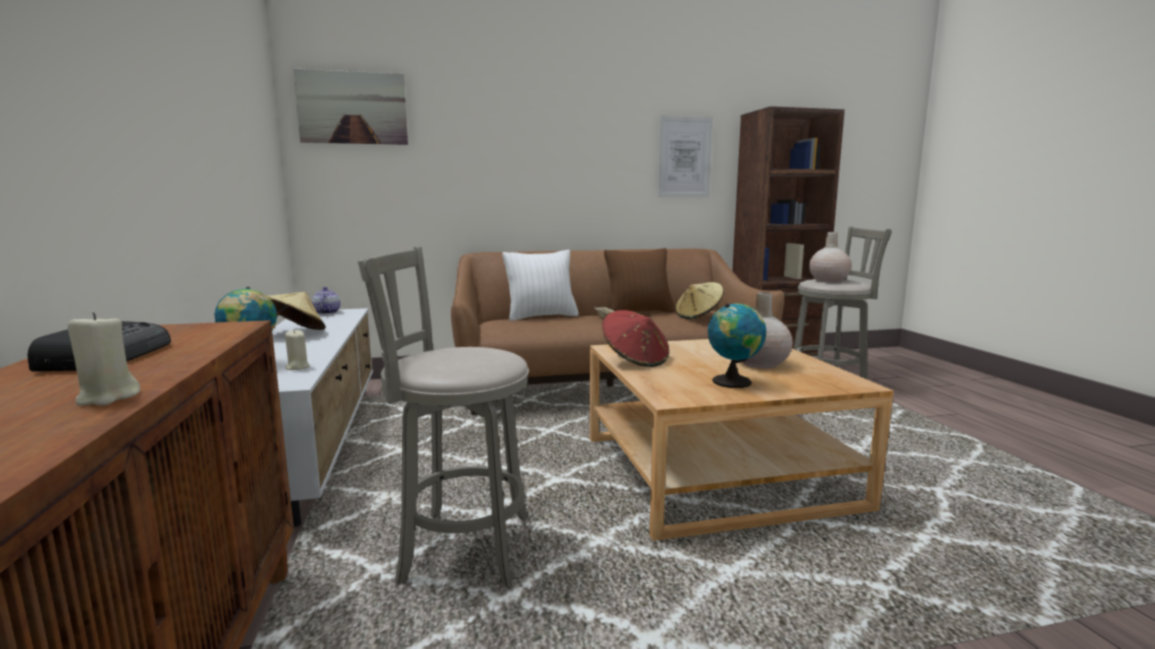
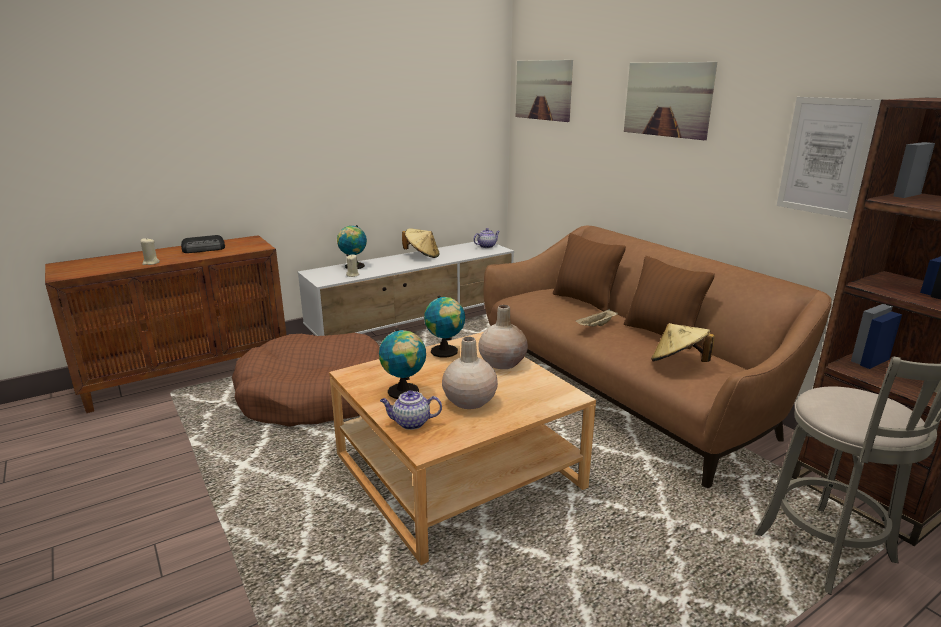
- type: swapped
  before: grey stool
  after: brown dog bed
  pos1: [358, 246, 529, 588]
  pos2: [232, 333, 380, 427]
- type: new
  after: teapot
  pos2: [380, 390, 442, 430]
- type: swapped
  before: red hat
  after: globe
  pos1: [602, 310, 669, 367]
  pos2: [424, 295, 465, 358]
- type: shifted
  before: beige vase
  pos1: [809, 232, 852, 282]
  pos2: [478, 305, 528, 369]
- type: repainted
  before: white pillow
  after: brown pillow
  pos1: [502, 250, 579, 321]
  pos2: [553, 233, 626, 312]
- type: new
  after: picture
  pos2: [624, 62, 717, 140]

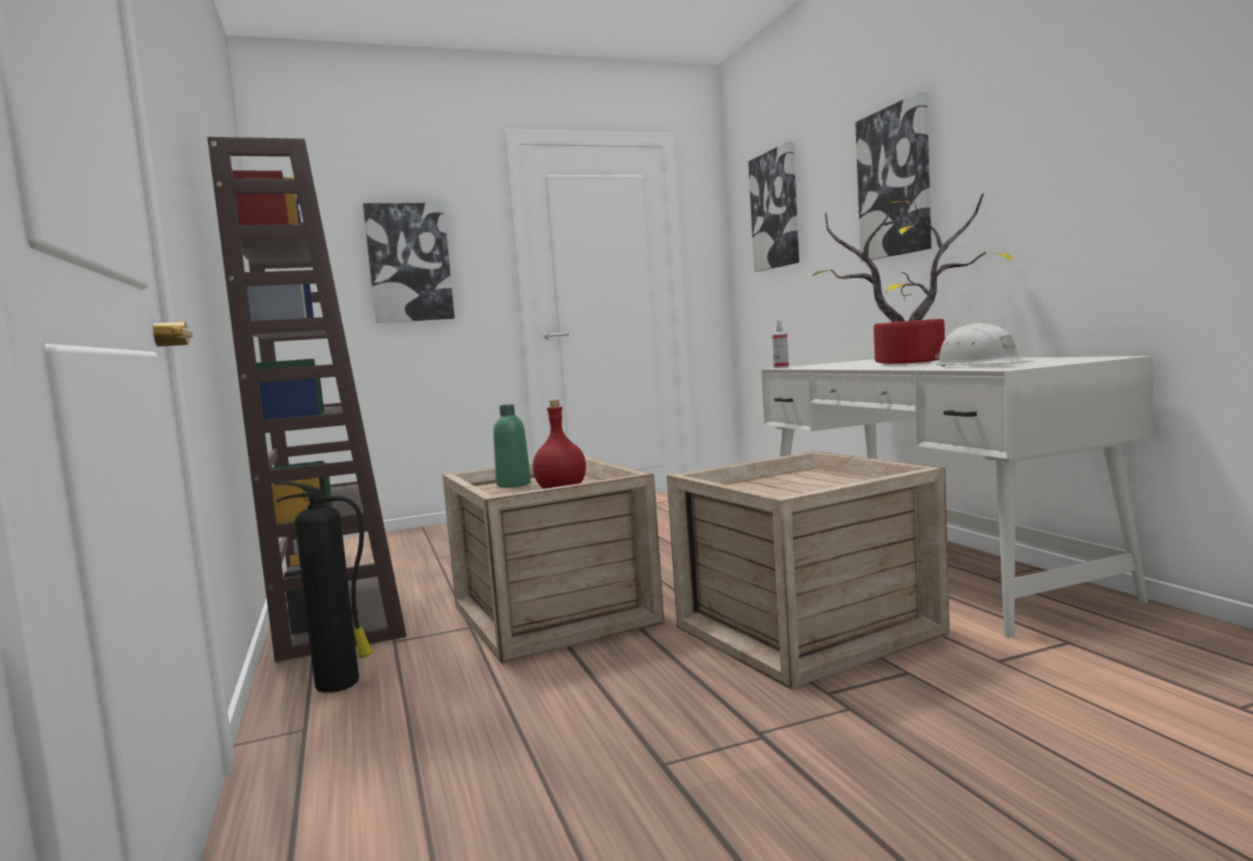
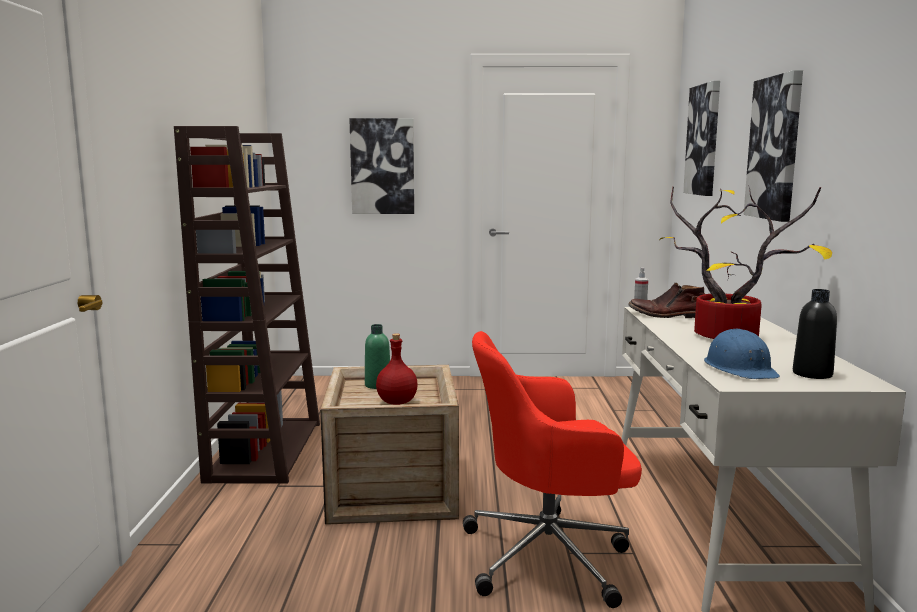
- type: swapped
  before: crate
  after: red office chair
  pos1: [667, 451, 950, 689]
  pos2: [463, 331, 642, 608]
- type: new
  after: brown boot
  pos2: [629, 283, 705, 318]
- type: repainted
  before: white hard hat
  after: blue hard hat
  pos1: [935, 323, 1034, 366]
  pos2: [704, 329, 780, 379]
- type: new
  after: black bottle
  pos2: [793, 289, 837, 379]
- type: gone
  before: fire extinguisher
  pos1: [274, 481, 373, 693]

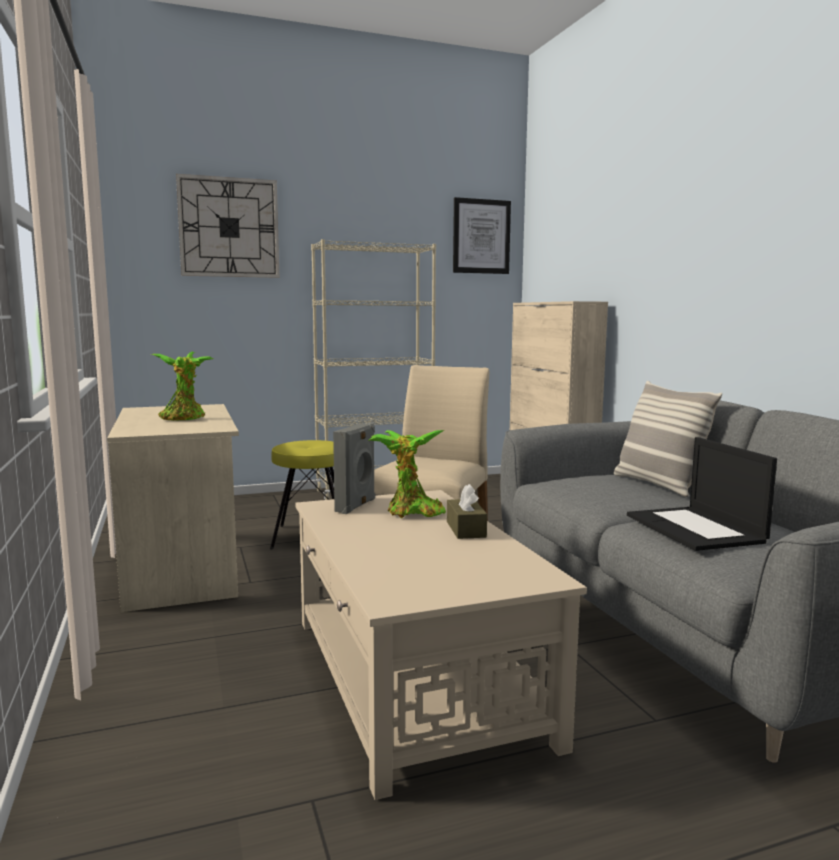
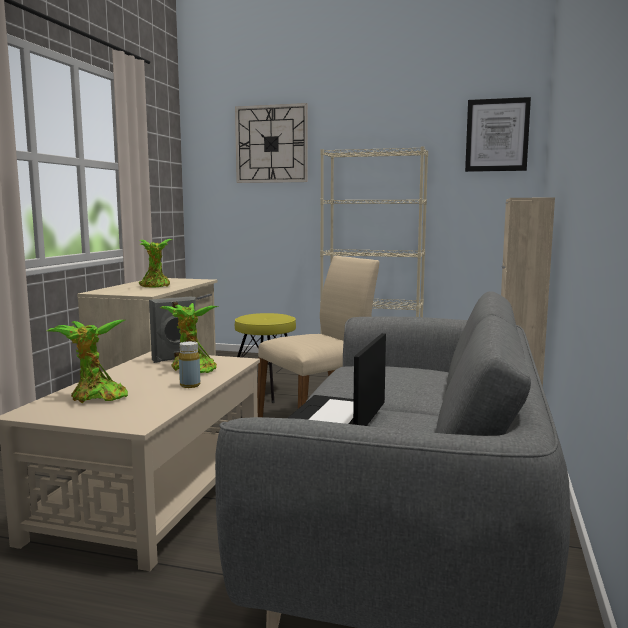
- type: new
  after: potted plant
  pos2: [47, 320, 128, 404]
- type: swapped
  before: brown tissue box
  after: yellow bottle
  pos1: [447, 484, 487, 539]
  pos2: [179, 341, 200, 388]
- type: gone
  before: pillow
  pos1: [614, 381, 722, 497]

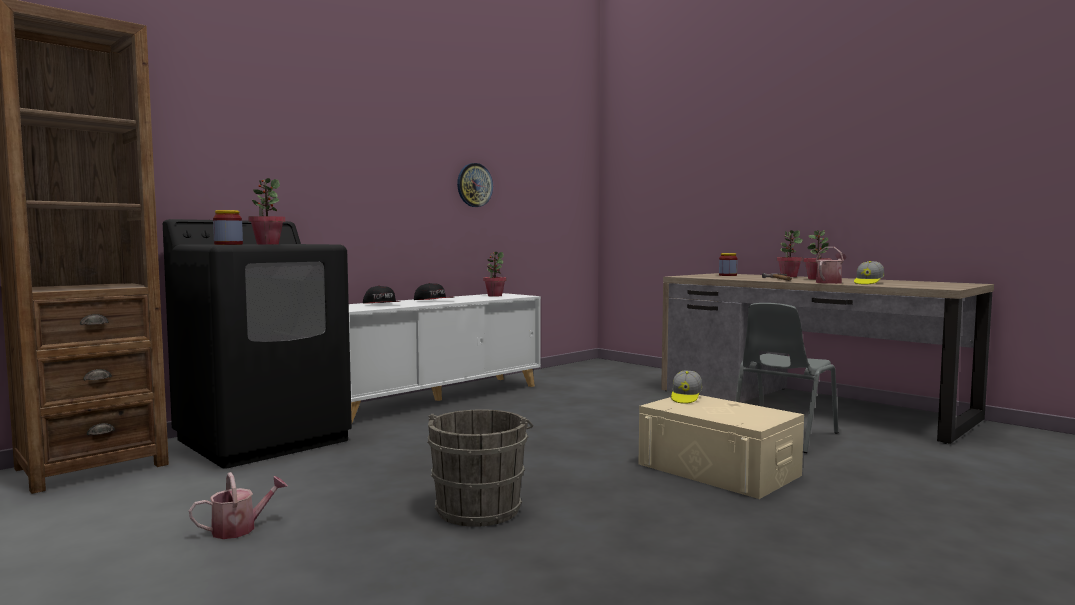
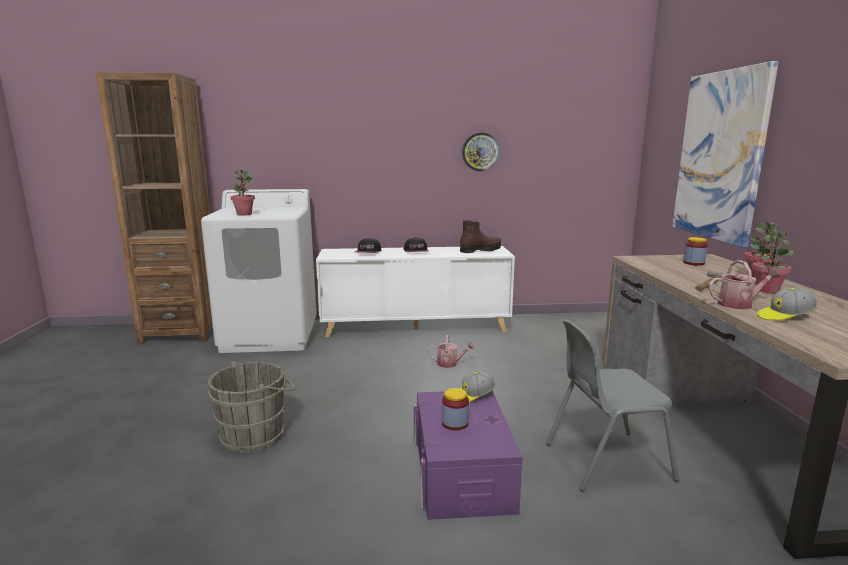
- type: repainted
  before: black washing machine
  after: white washing machine
  pos1: [163, 219, 352, 469]
  pos2: [201, 189, 317, 353]
- type: repainted
  before: beige storage box
  after: purple storage box
  pos1: [639, 395, 804, 499]
  pos2: [414, 390, 523, 520]
- type: shifted
  before: watering can
  pos1: [189, 472, 288, 539]
  pos2: [428, 335, 475, 368]
- type: shifted
  before: jar
  pos1: [213, 210, 243, 245]
  pos2: [442, 388, 469, 430]
- type: swapped
  before: potted plant
  after: brown boot
  pos1: [483, 252, 506, 297]
  pos2: [460, 220, 501, 253]
- type: new
  after: picture
  pos2: [673, 61, 779, 247]

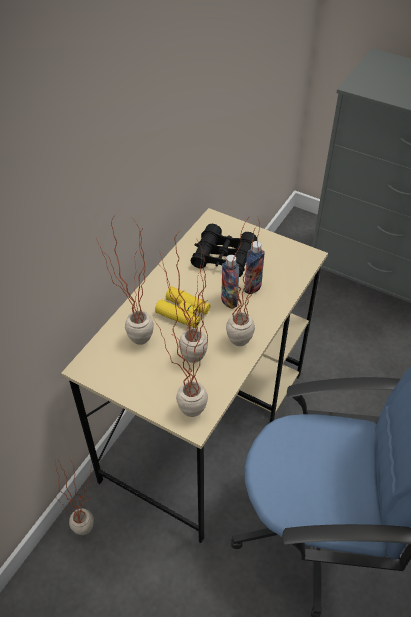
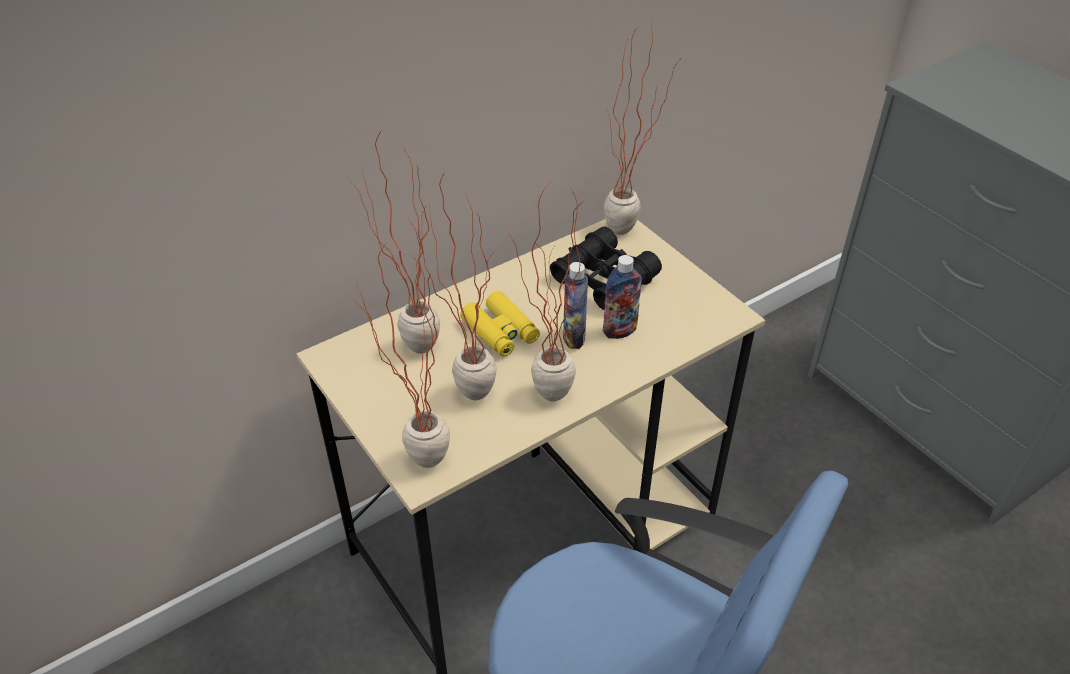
- type: shifted
  before: potted plant
  pos1: [55, 457, 94, 535]
  pos2: [604, 22, 682, 235]

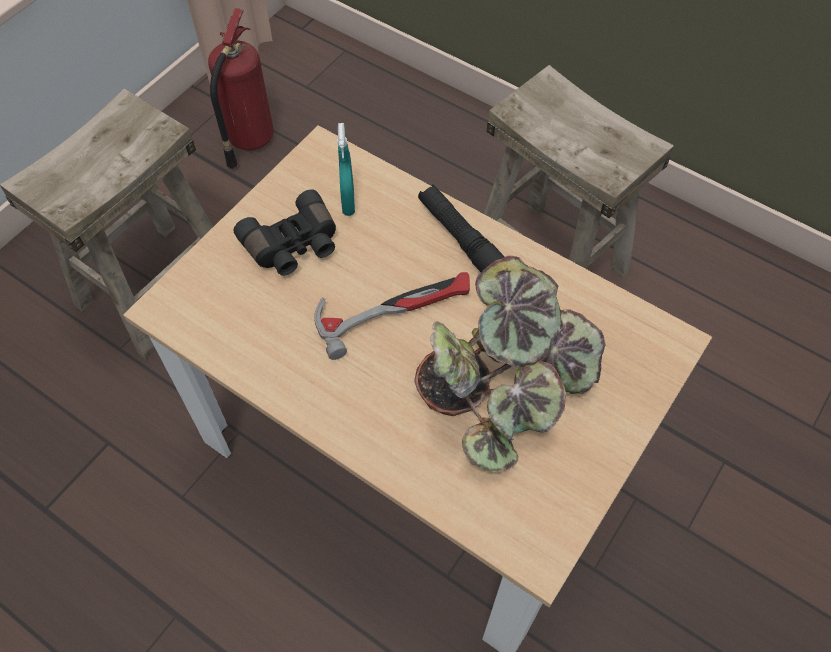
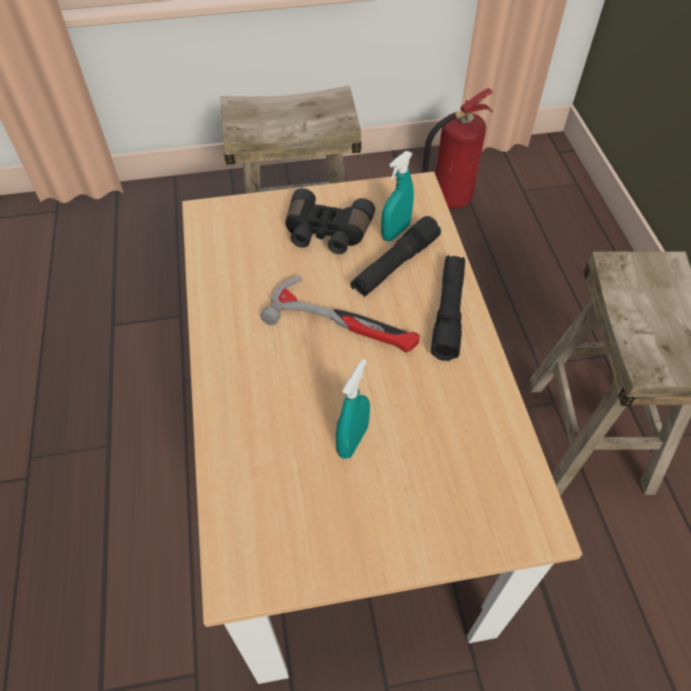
- type: swapped
  before: potted plant
  after: turquoise spray bottle
  pos1: [414, 256, 606, 473]
  pos2: [336, 359, 370, 459]
- type: new
  after: black flashlight
  pos2: [351, 216, 441, 297]

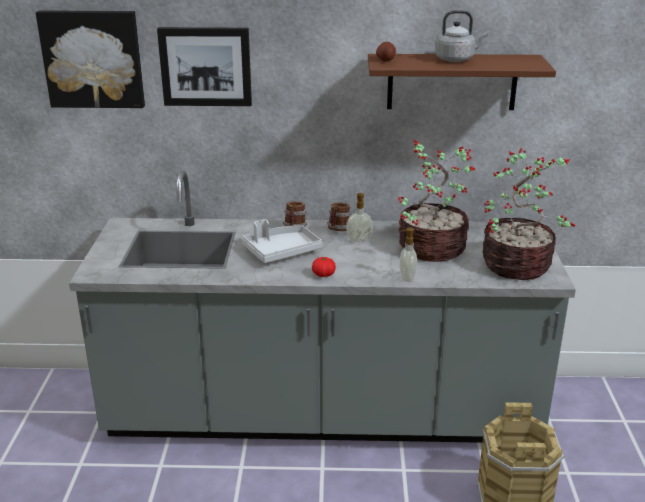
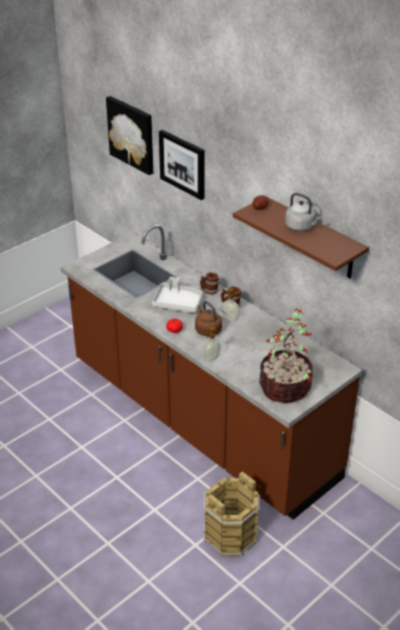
- type: repainted
  before: grey counter
  after: brown counter
  pos1: [69, 171, 576, 443]
  pos2: [61, 225, 363, 520]
- type: new
  after: brown kettle
  pos2: [195, 301, 222, 336]
- type: gone
  before: potted plant
  pos1: [398, 139, 475, 262]

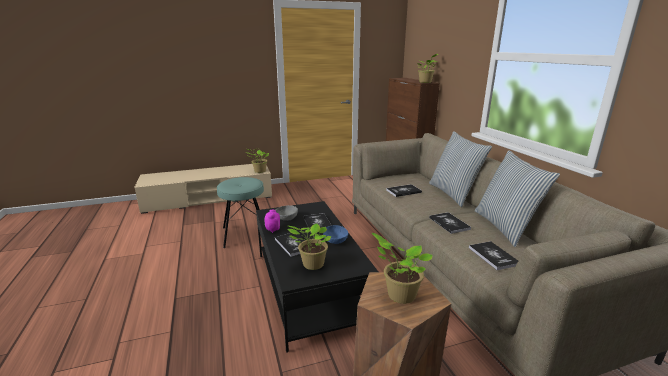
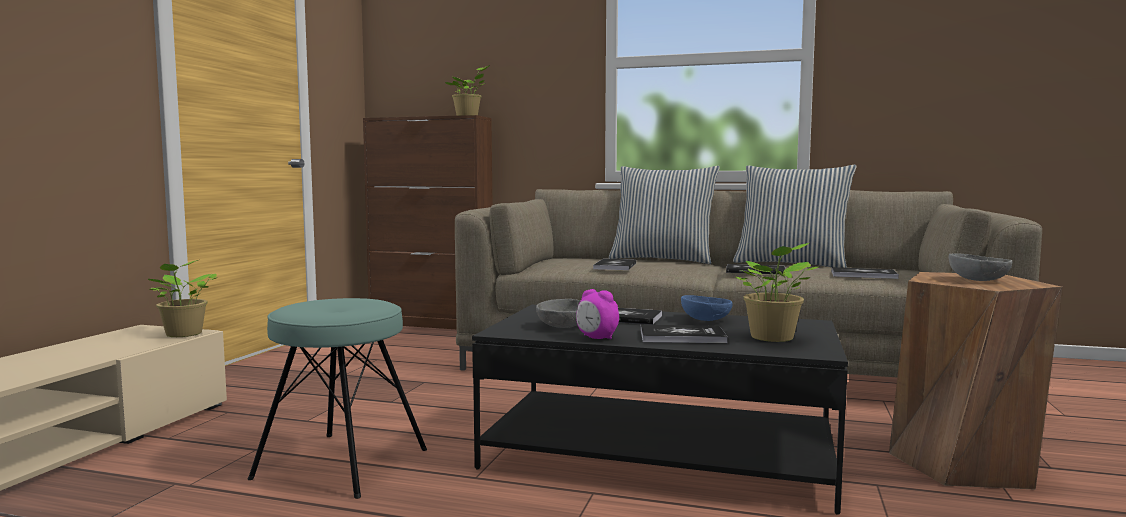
- type: swapped
  before: potted plant
  after: grey bowl
  pos1: [372, 233, 433, 304]
  pos2: [949, 253, 1012, 281]

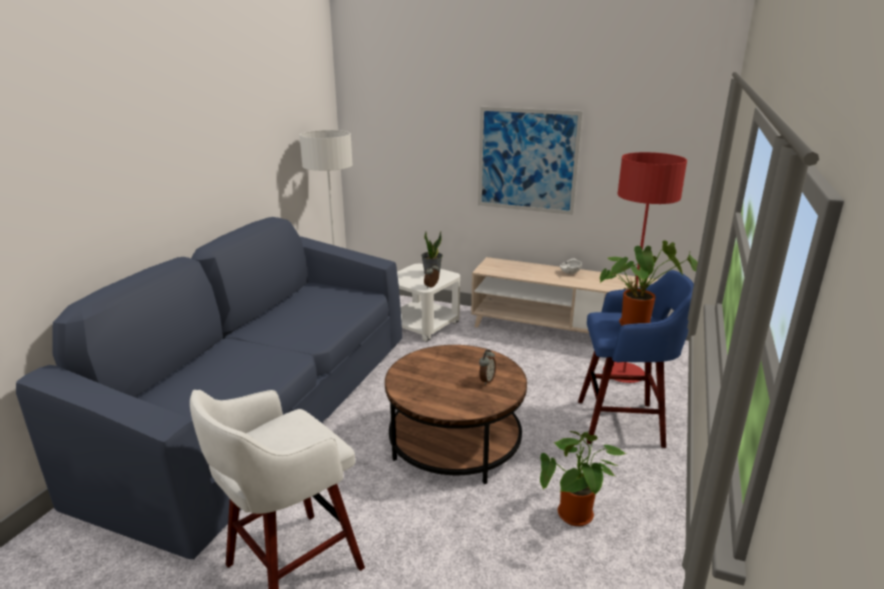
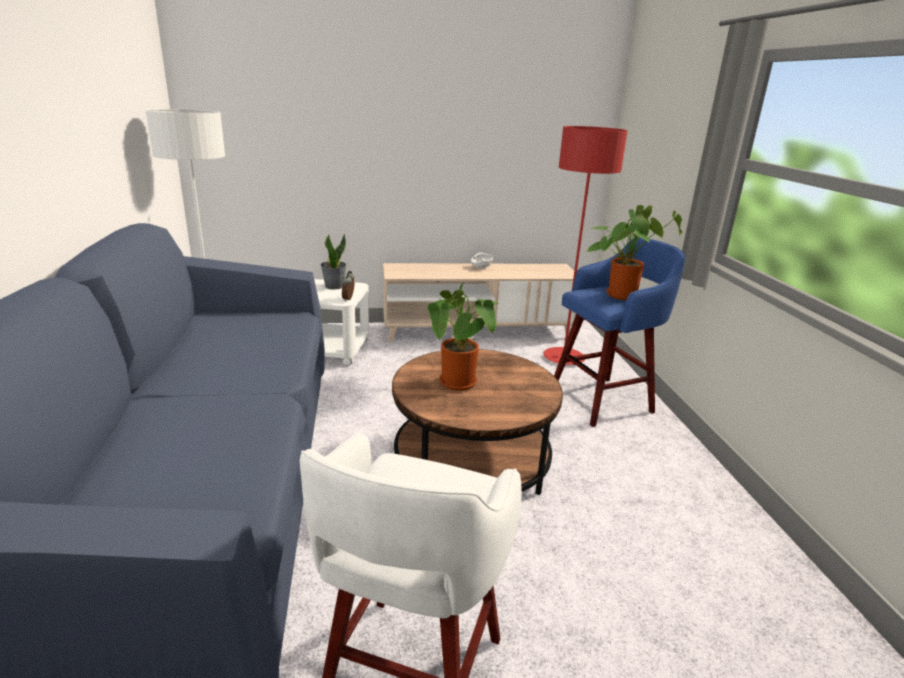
- type: shifted
  before: potted plant
  pos1: [540, 431, 626, 526]
  pos2: [427, 283, 499, 391]
- type: gone
  before: picture
  pos1: [478, 107, 583, 215]
- type: gone
  before: alarm clock
  pos1: [479, 350, 496, 385]

